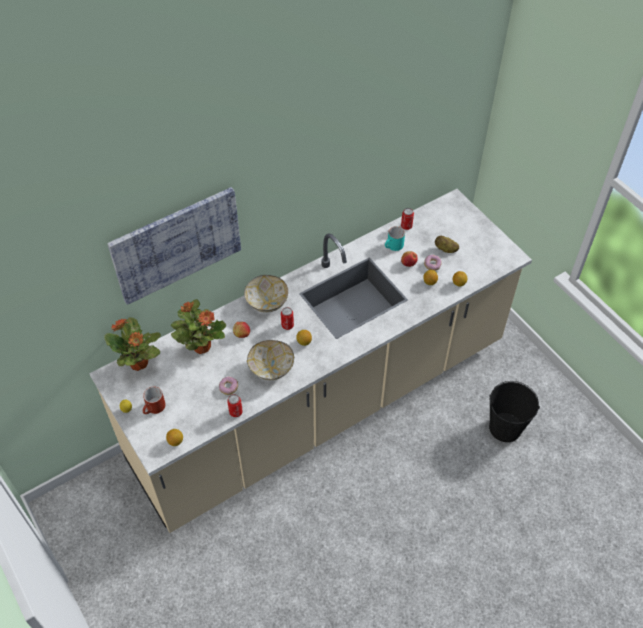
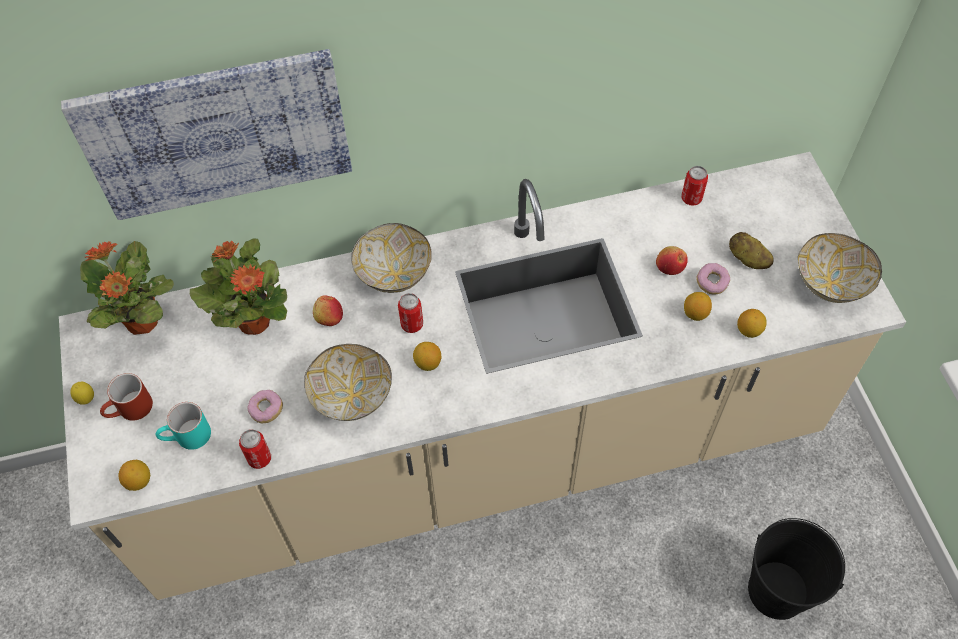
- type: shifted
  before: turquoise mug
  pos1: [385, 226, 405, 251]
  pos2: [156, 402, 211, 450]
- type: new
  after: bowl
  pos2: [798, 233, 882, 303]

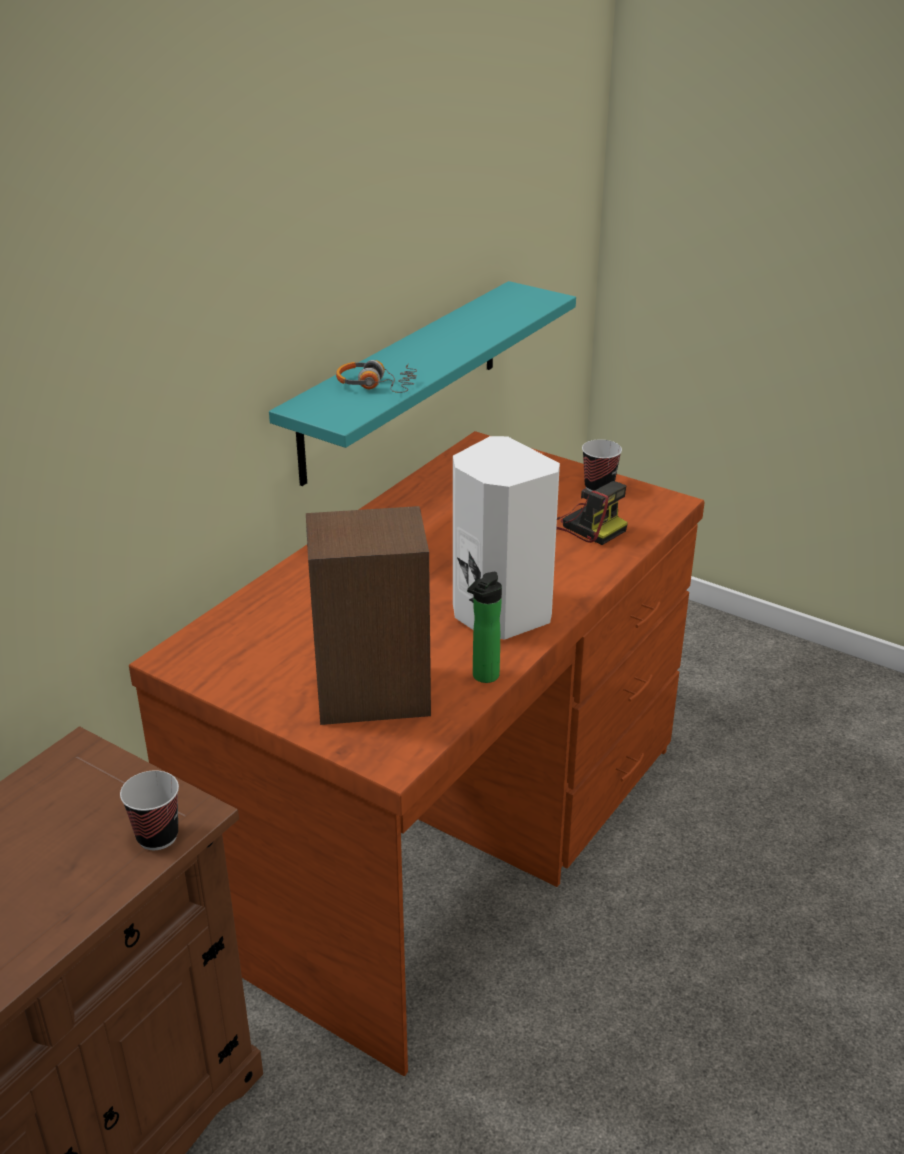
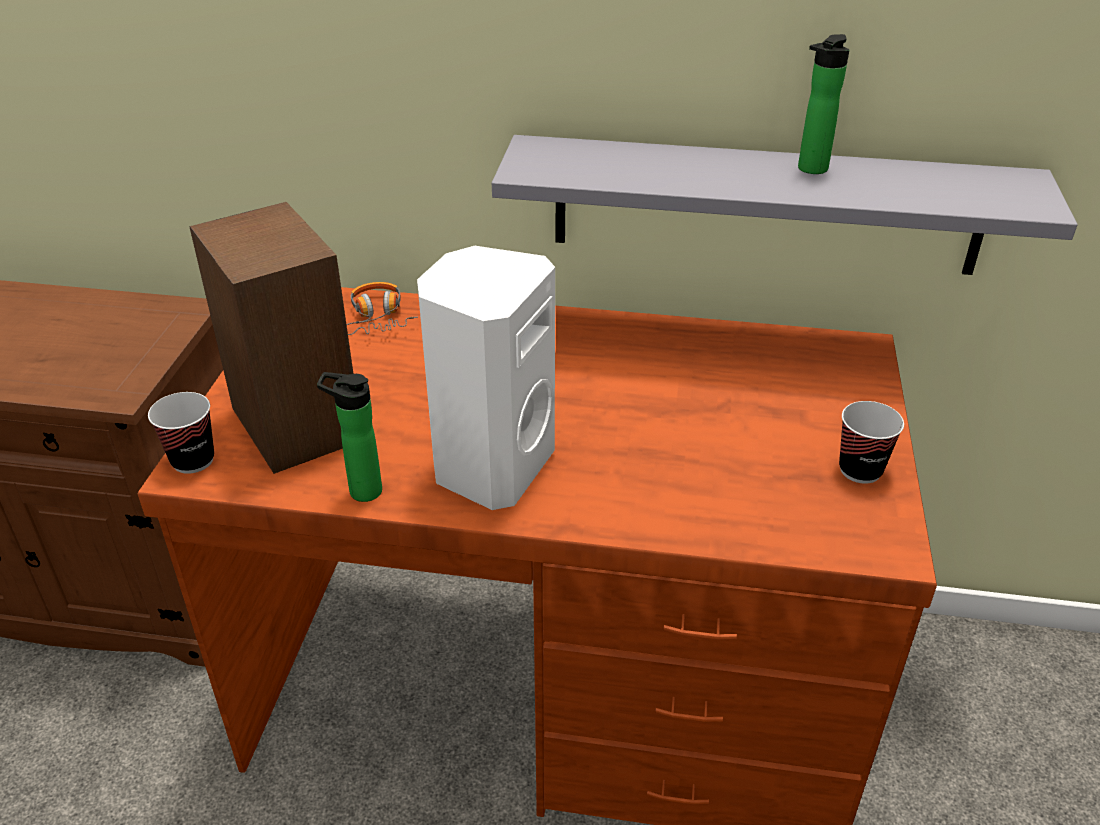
- type: shifted
  before: cup
  pos1: [120, 770, 179, 850]
  pos2: [148, 392, 214, 474]
- type: shifted
  before: headphones
  pos1: [336, 360, 417, 393]
  pos2: [346, 282, 418, 335]
- type: repainted
  before: turquoise shelf
  after: grey shelf
  pos1: [269, 281, 576, 486]
  pos2: [492, 135, 1077, 275]
- type: new
  after: bottle
  pos2: [798, 34, 849, 174]
- type: gone
  before: photo camera
  pos1: [556, 481, 628, 545]

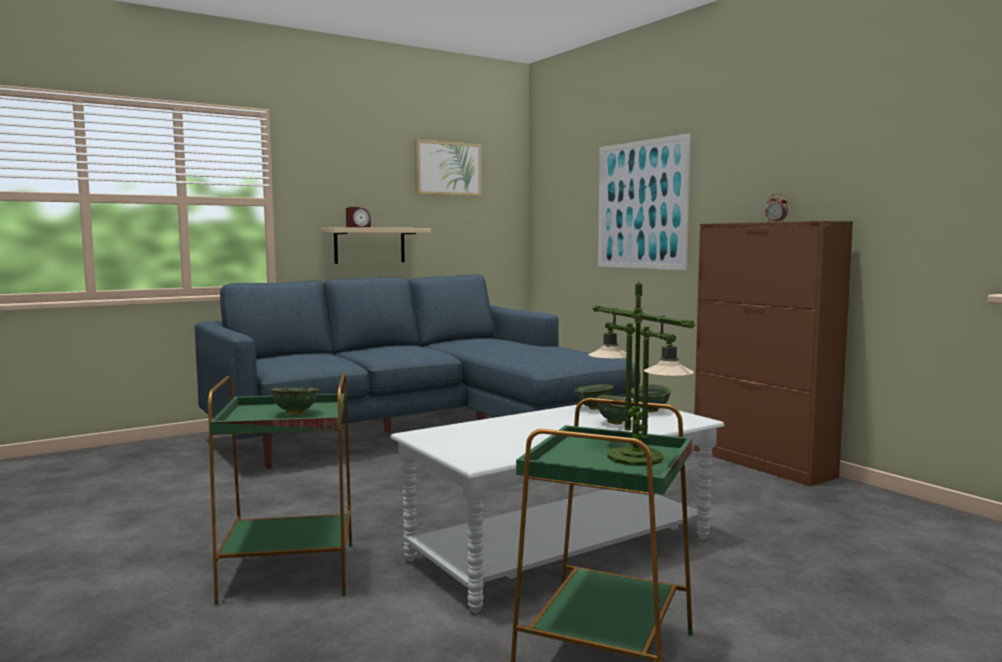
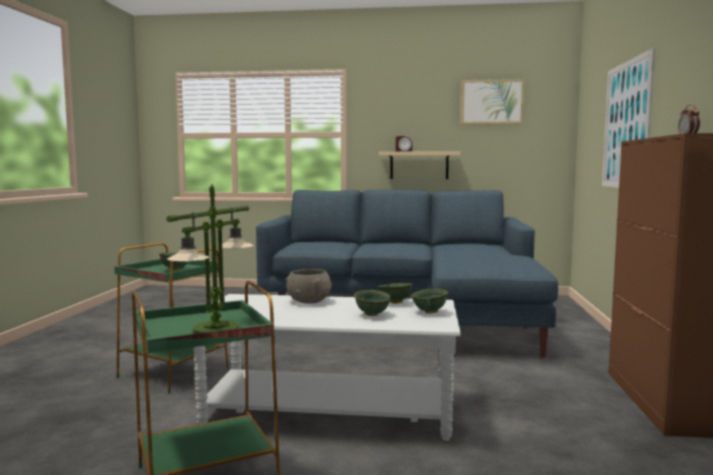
- type: new
  after: grey bowl
  pos2: [286, 269, 332, 303]

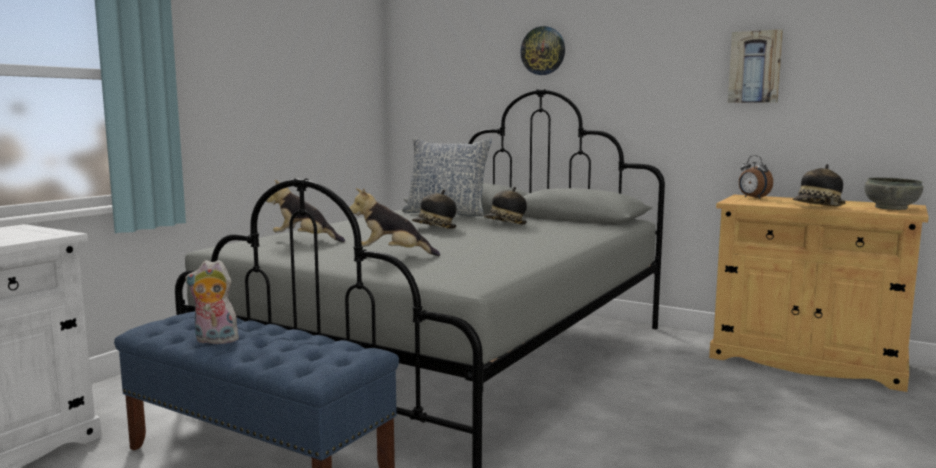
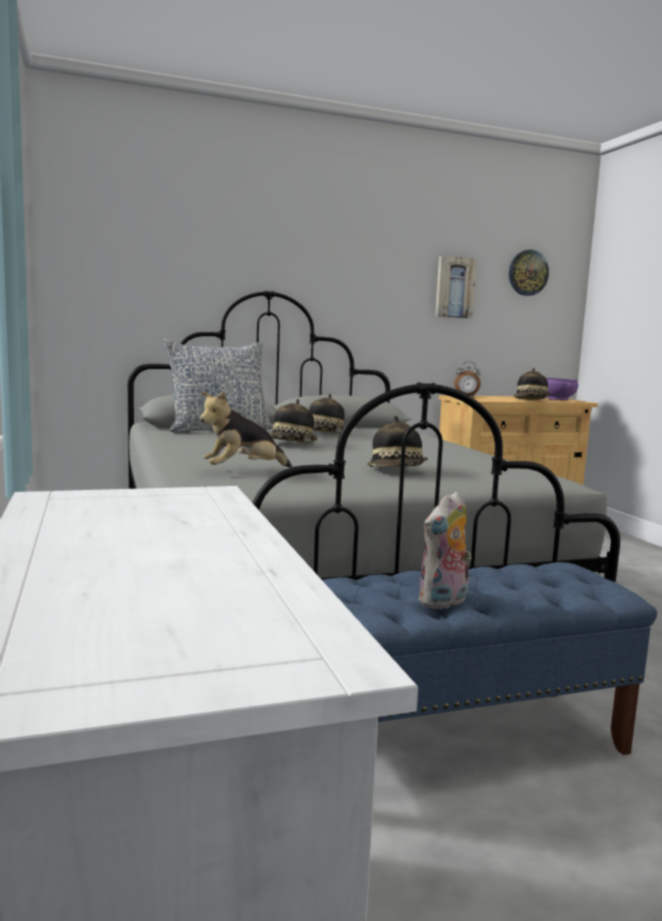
- type: swapped
  before: plush toy
  after: hat
  pos1: [349, 188, 440, 256]
  pos2: [368, 416, 428, 467]
- type: shifted
  before: wall clock
  pos1: [520, 26, 565, 75]
  pos2: [509, 250, 549, 296]
- type: repainted
  before: grey bowl
  after: purple bowl
  pos1: [865, 177, 923, 210]
  pos2: [546, 378, 578, 400]

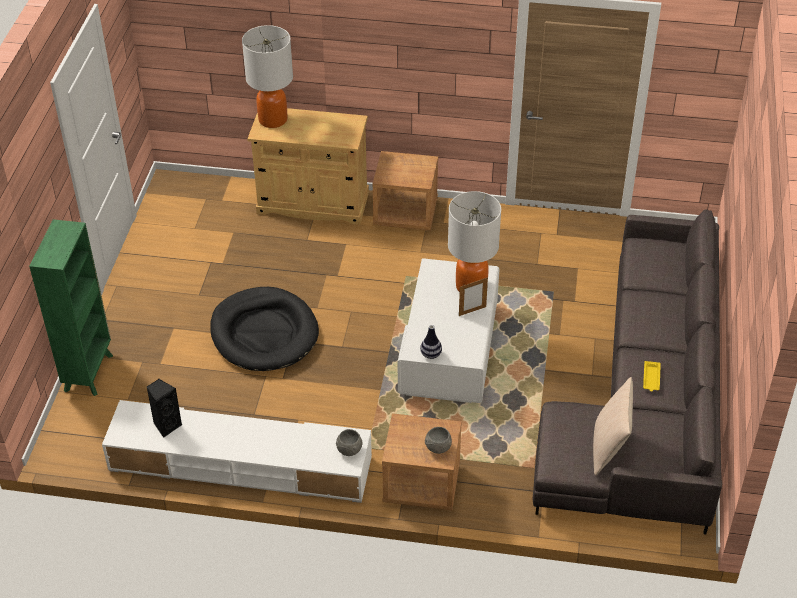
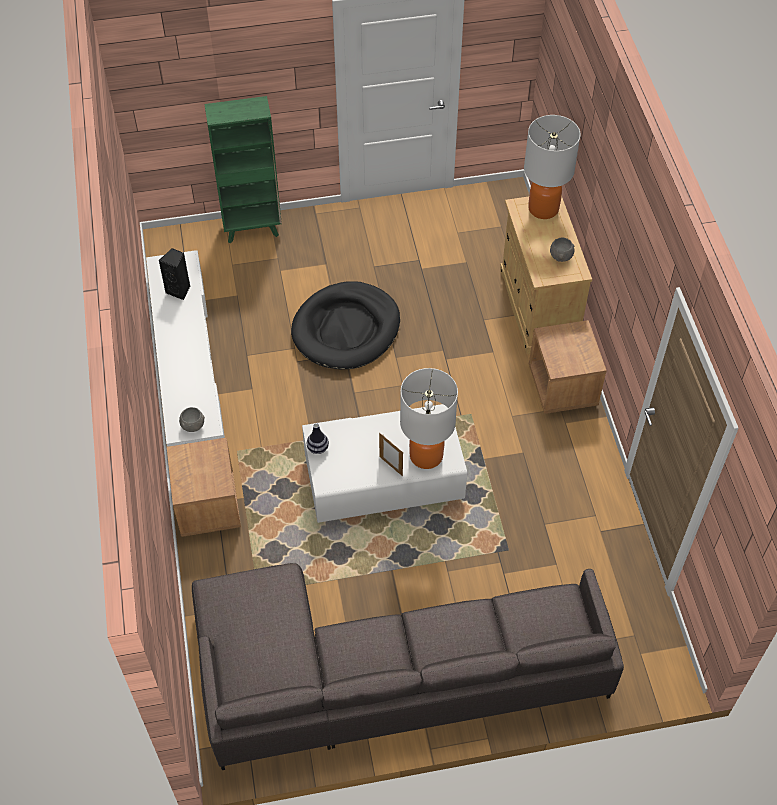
- type: shifted
  before: grey bowl
  pos1: [425, 427, 452, 454]
  pos2: [550, 238, 575, 262]
- type: gone
  before: beige pillow
  pos1: [593, 377, 633, 476]
- type: gone
  before: yellow tray
  pos1: [643, 361, 661, 391]

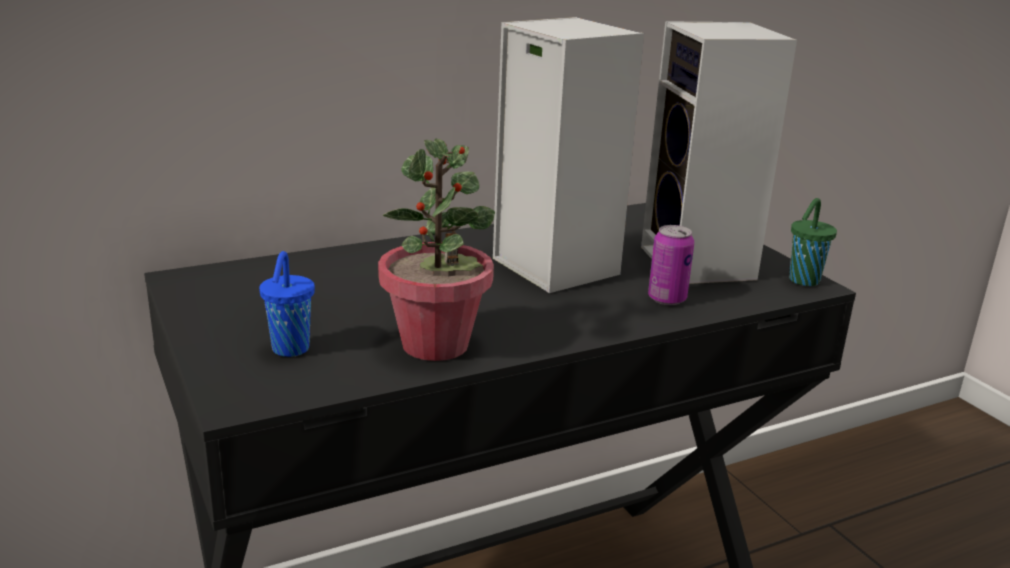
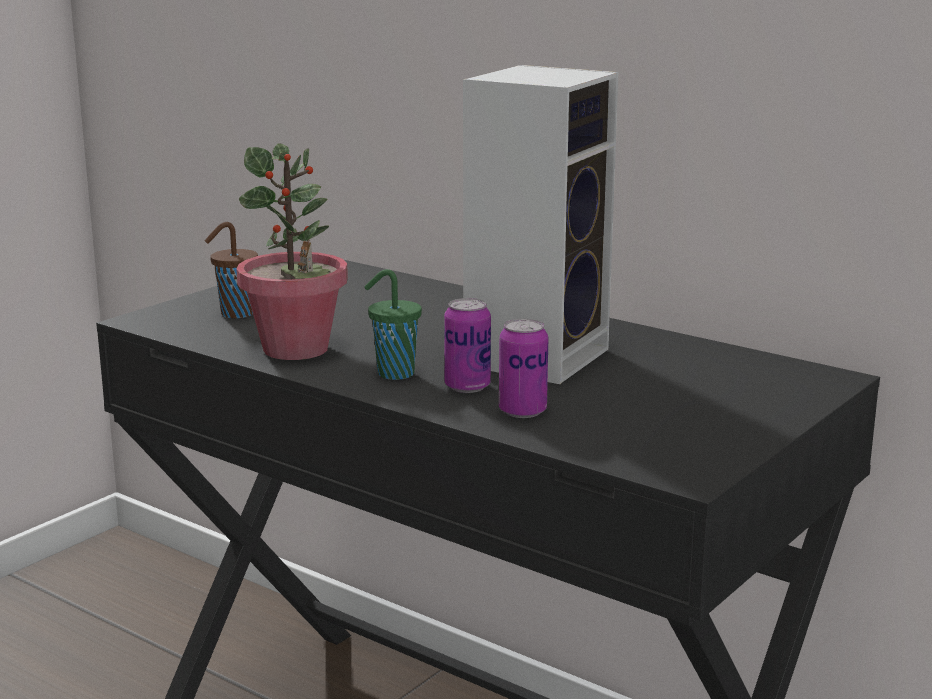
- type: repainted
  before: blue cup
  after: brown cup
  pos1: [259, 251, 315, 357]
  pos2: [205, 222, 258, 318]
- type: shifted
  before: green cup
  pos1: [789, 198, 837, 286]
  pos2: [365, 269, 422, 380]
- type: new
  after: can
  pos2: [444, 298, 491, 393]
- type: gone
  before: speaker
  pos1: [641, 21, 797, 284]

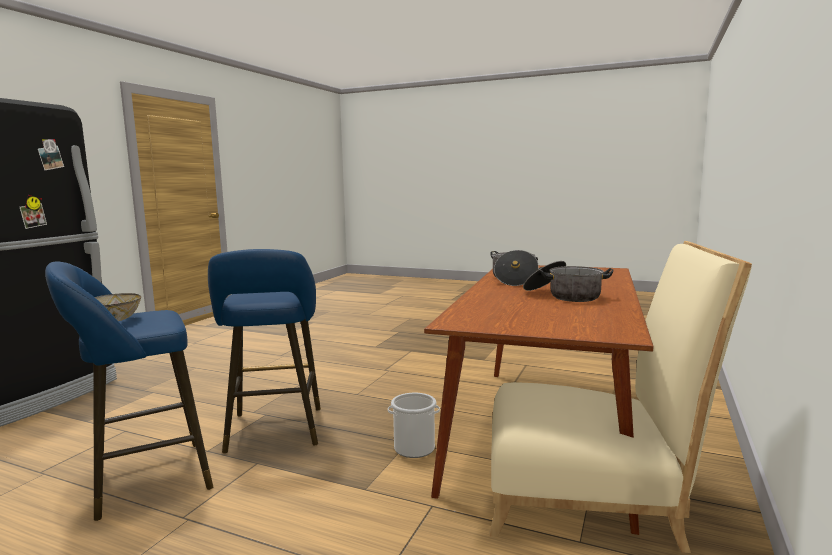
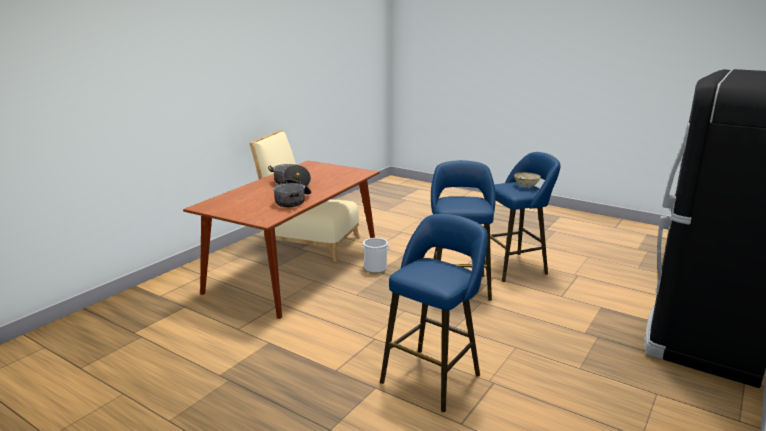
- type: new
  after: blue stool
  pos2: [380, 214, 488, 412]

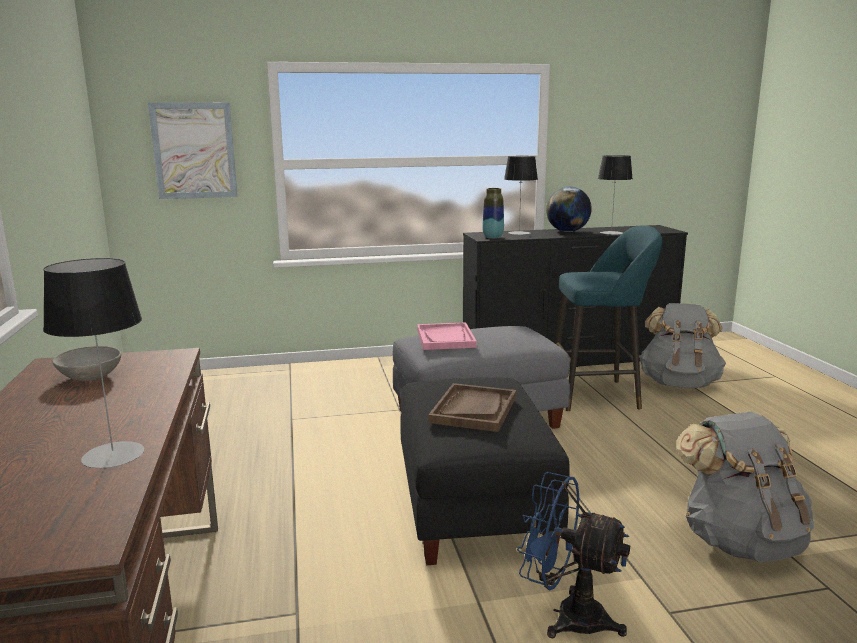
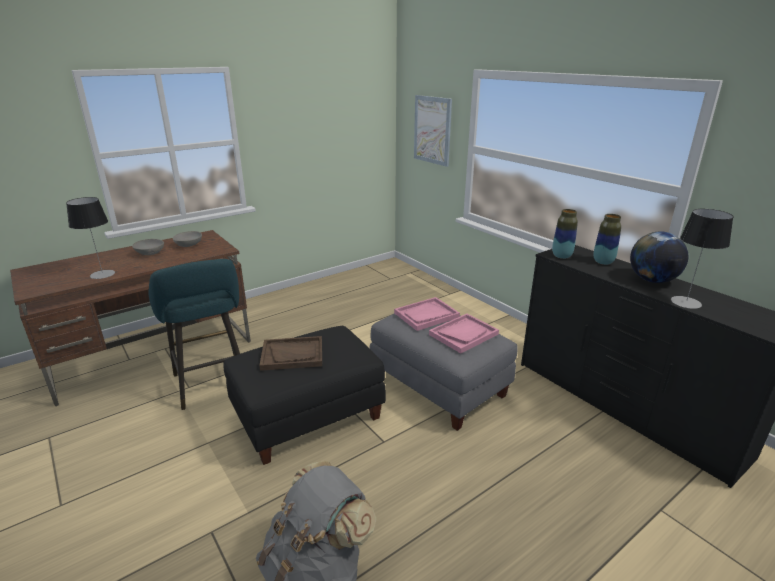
- type: new
  after: grey bowl
  pos2: [132, 239, 164, 255]
- type: shifted
  before: turquoise stool
  pos1: [555, 225, 662, 411]
  pos2: [149, 259, 240, 410]
- type: new
  after: pink tray
  pos2: [429, 314, 499, 353]
- type: swapped
  before: table lamp
  after: vase
  pos1: [504, 156, 538, 235]
  pos2: [593, 214, 621, 265]
- type: gone
  before: blue fan
  pos1: [517, 472, 630, 638]
- type: gone
  before: grey backpack
  pos1: [639, 303, 726, 388]

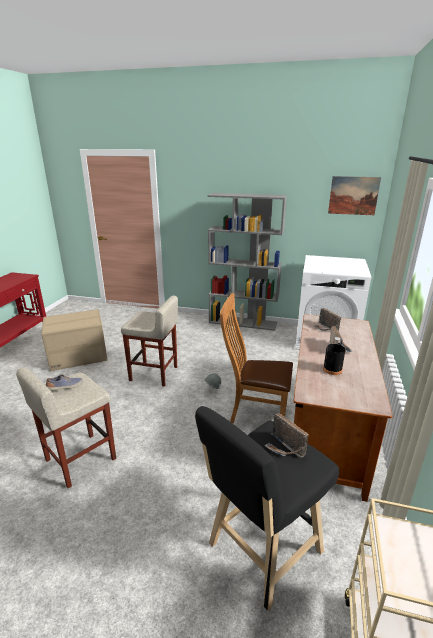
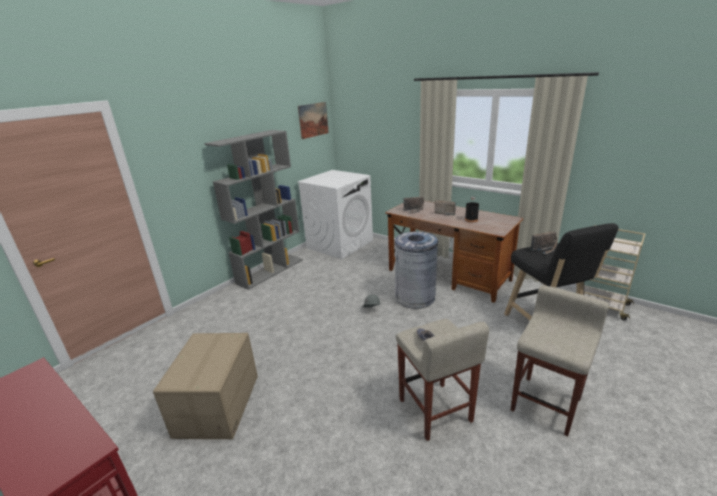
- type: swapped
  before: brown chair
  after: grey trash can
  pos1: [220, 293, 293, 423]
  pos2: [395, 231, 438, 309]
- type: shifted
  before: beige stool
  pos1: [121, 295, 178, 386]
  pos2: [511, 285, 609, 436]

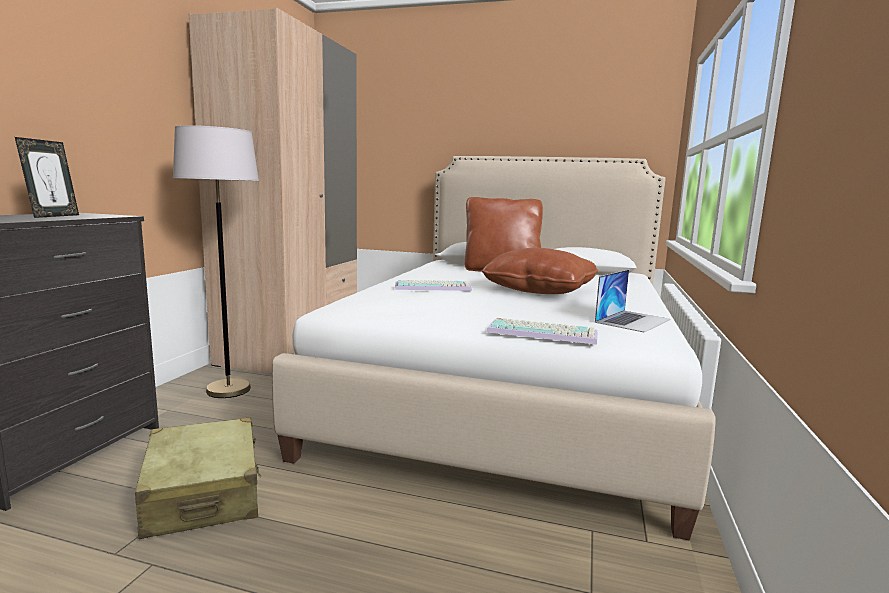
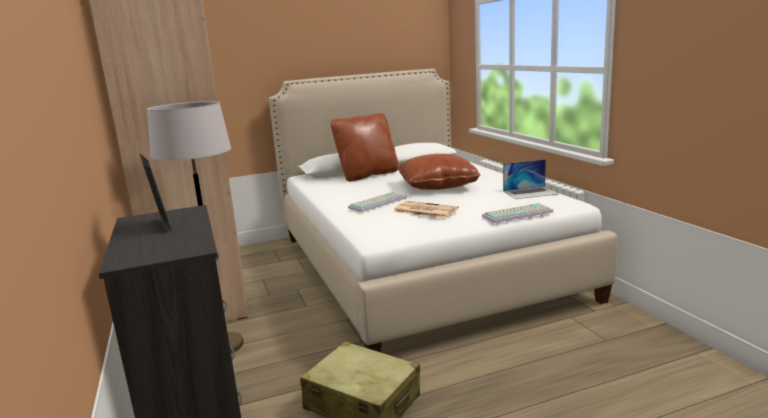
- type: new
  after: newspaper
  pos2: [393, 201, 459, 218]
- type: rotated
  before: laptop
  pos1: [595, 269, 671, 333]
  pos2: [503, 159, 559, 199]
  turn: 75

